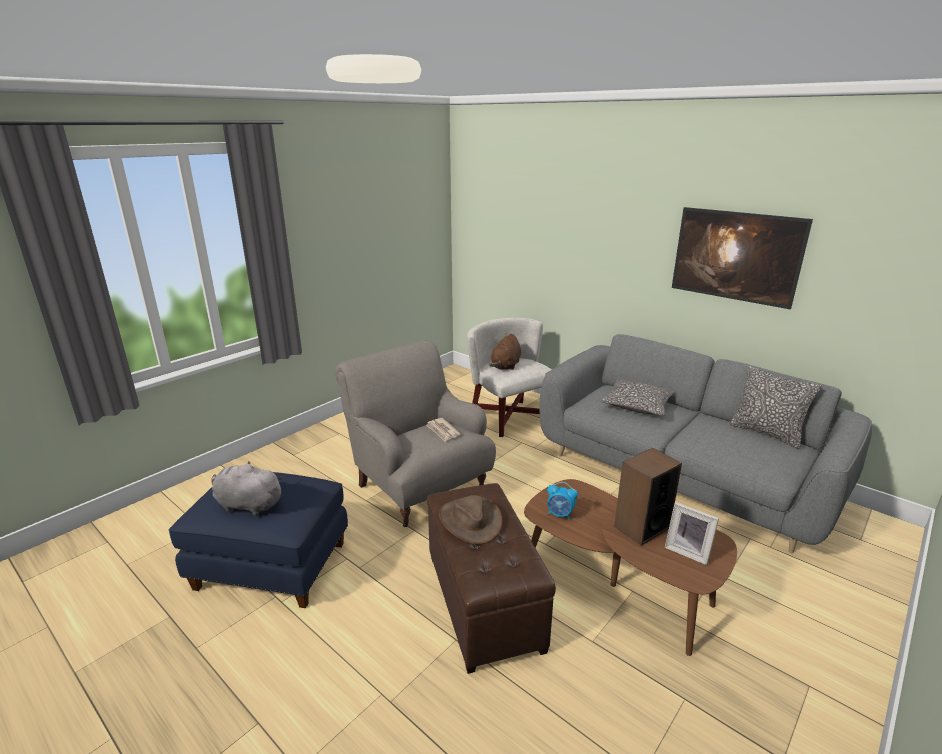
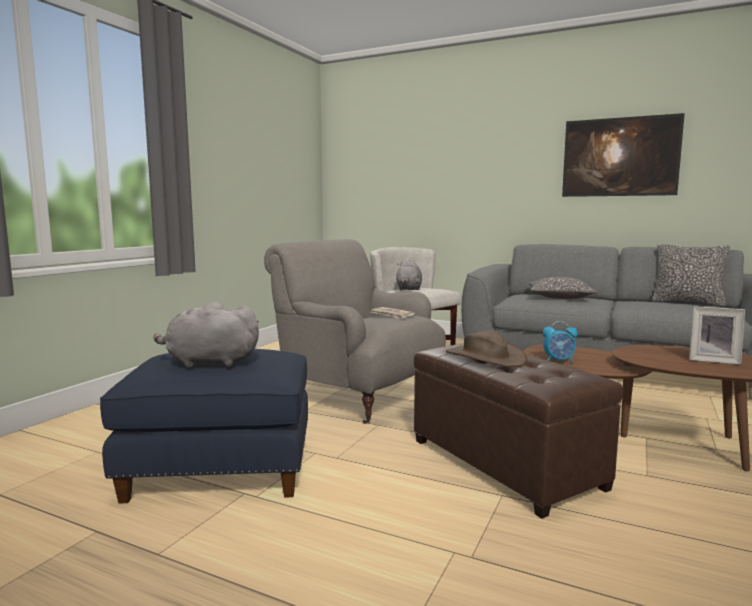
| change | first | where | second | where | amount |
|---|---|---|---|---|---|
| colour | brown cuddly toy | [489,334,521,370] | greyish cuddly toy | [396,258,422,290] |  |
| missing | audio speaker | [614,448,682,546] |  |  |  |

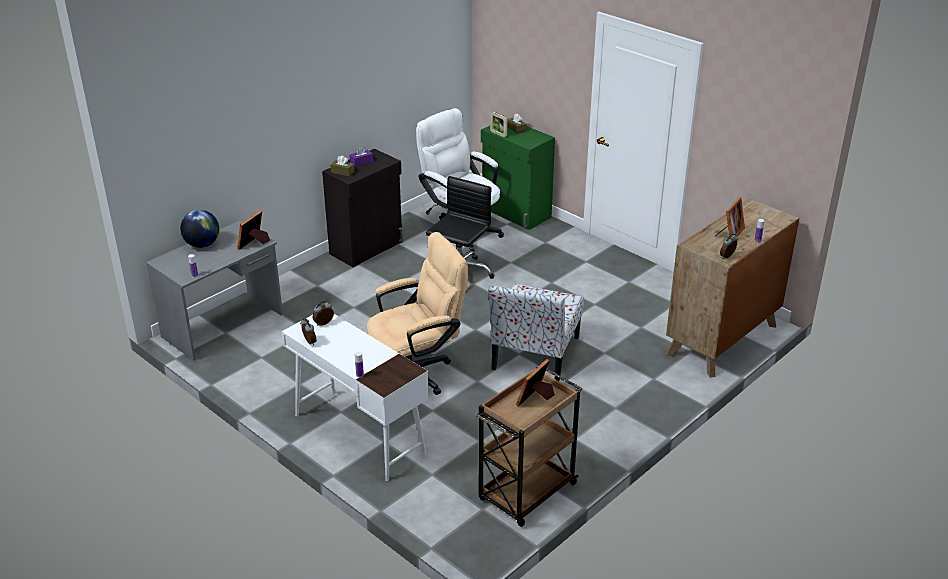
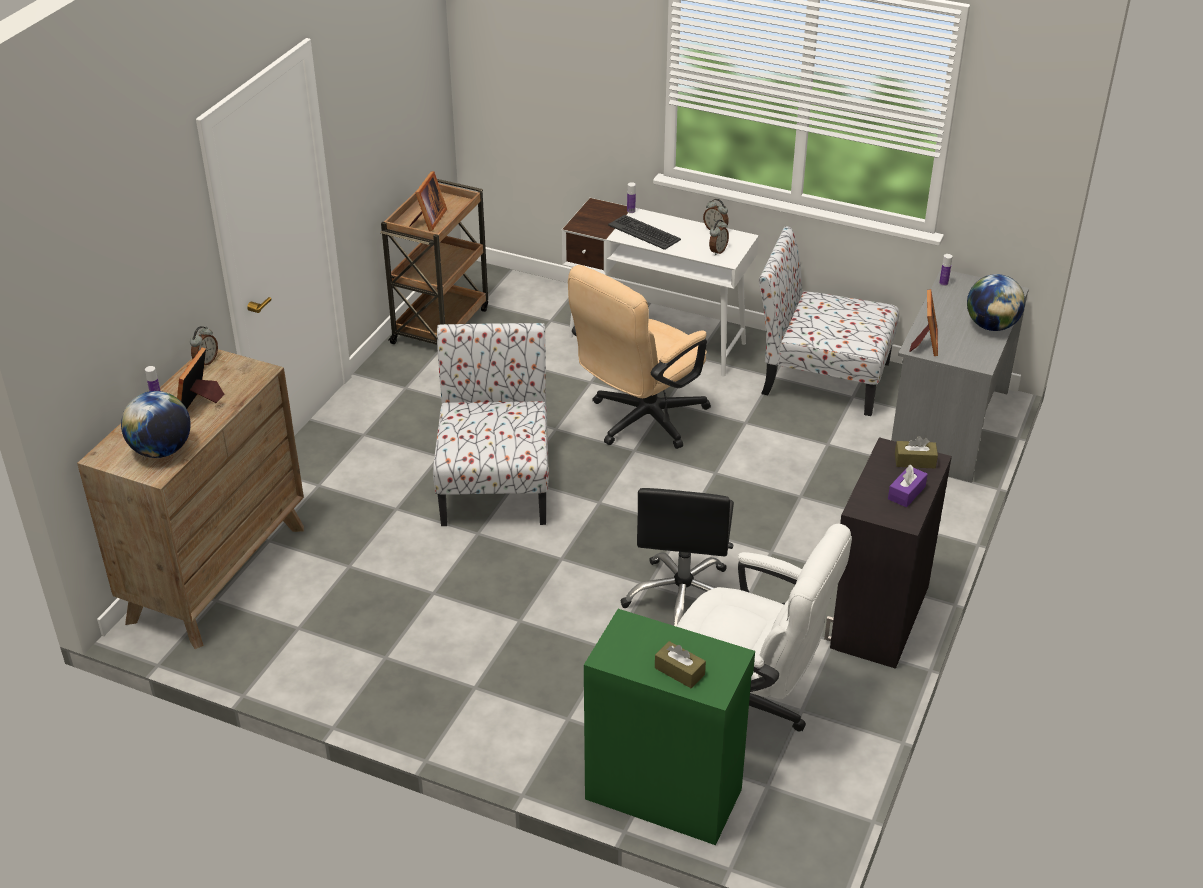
| change | first | where | second | where | amount |
|---|---|---|---|---|---|
| missing | photo frame | [490,112,507,137] |  |  |  |
| appeared |  |  | world globe | [121,391,191,458] |  |
| appeared |  |  | computer keyboard | [608,215,681,250] |  |
| appeared |  |  | chair | [759,226,899,416] |  |

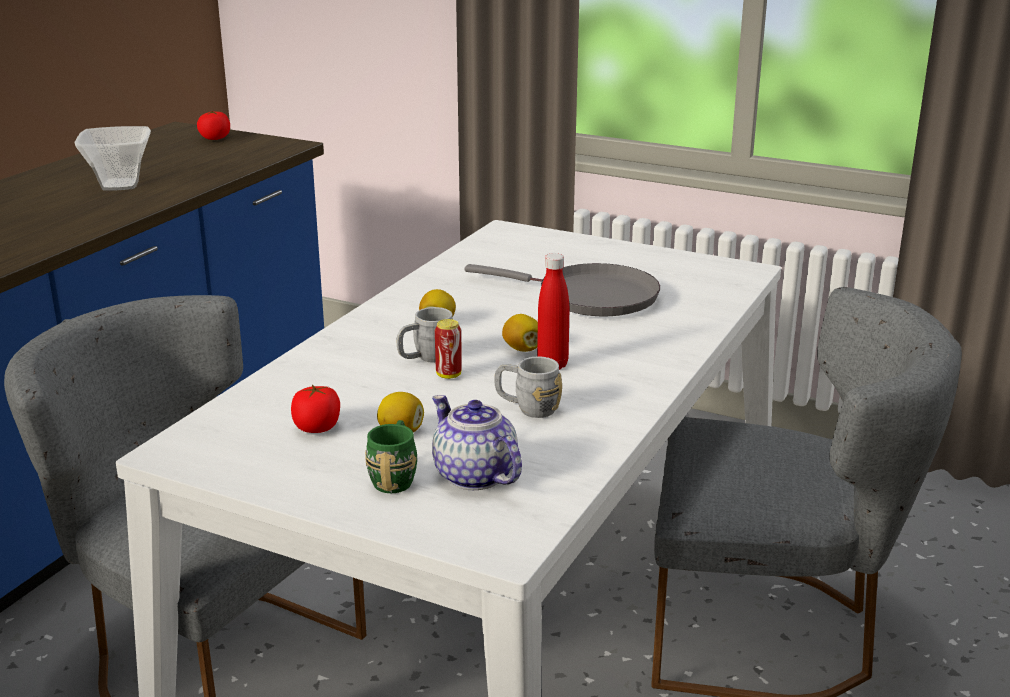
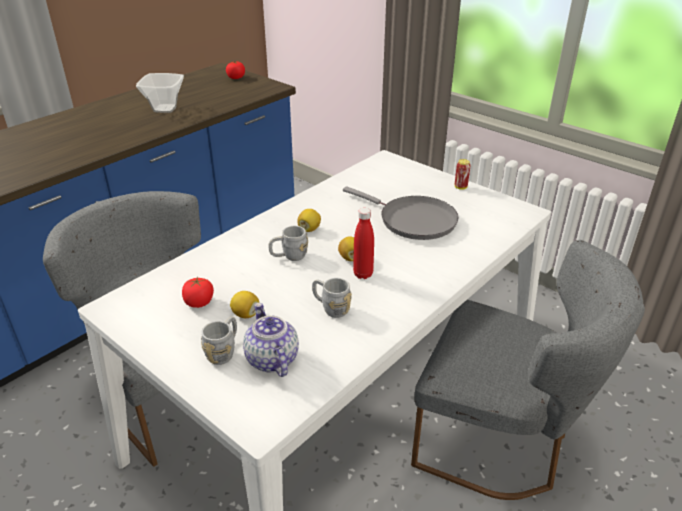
| change | first | where | second | where | amount |
|---|---|---|---|---|---|
| colour | greenish tea mug | [365,420,417,493] | greyish tea mug | [201,317,237,365] |  |
| relocated | metal can | [435,319,462,379] |  | [455,159,471,190] |  |

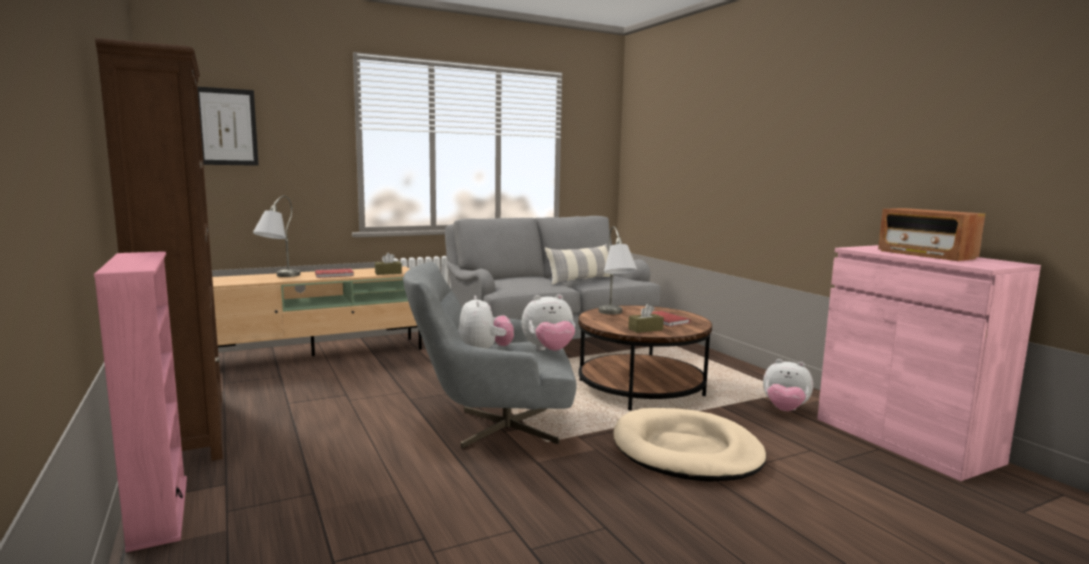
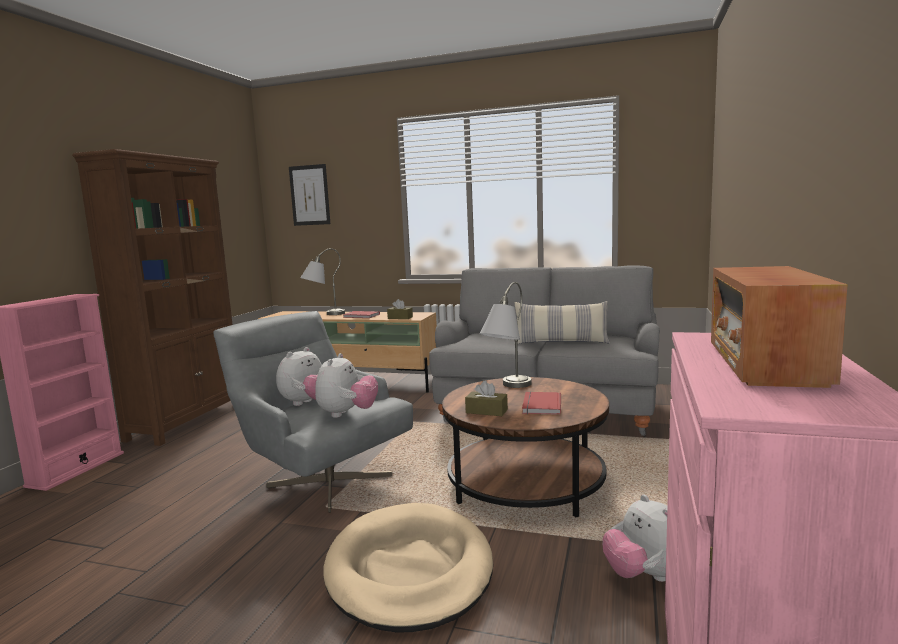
| change | first | where | second | where | amount |
|---|---|---|---|---|---|
| spun | cuddly toy | [521,294,575,351] |  | [315,353,378,418] | 105 degrees counterclockwise |

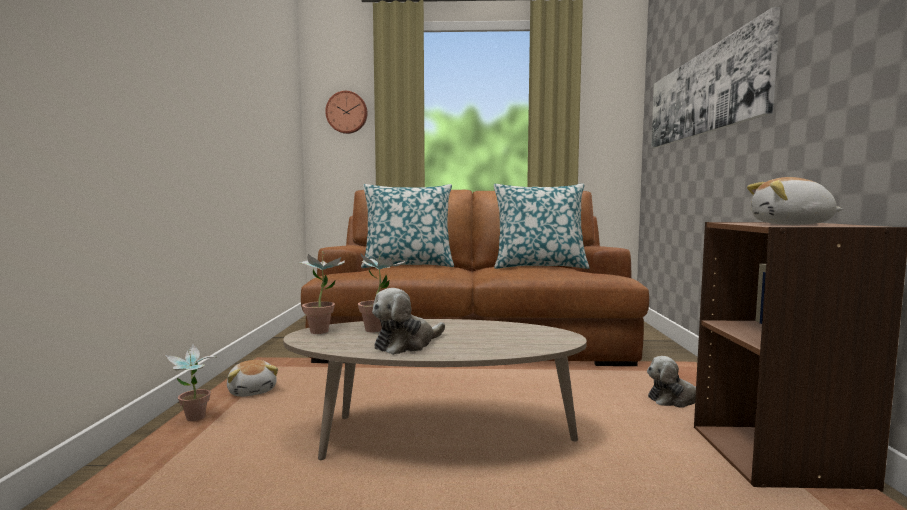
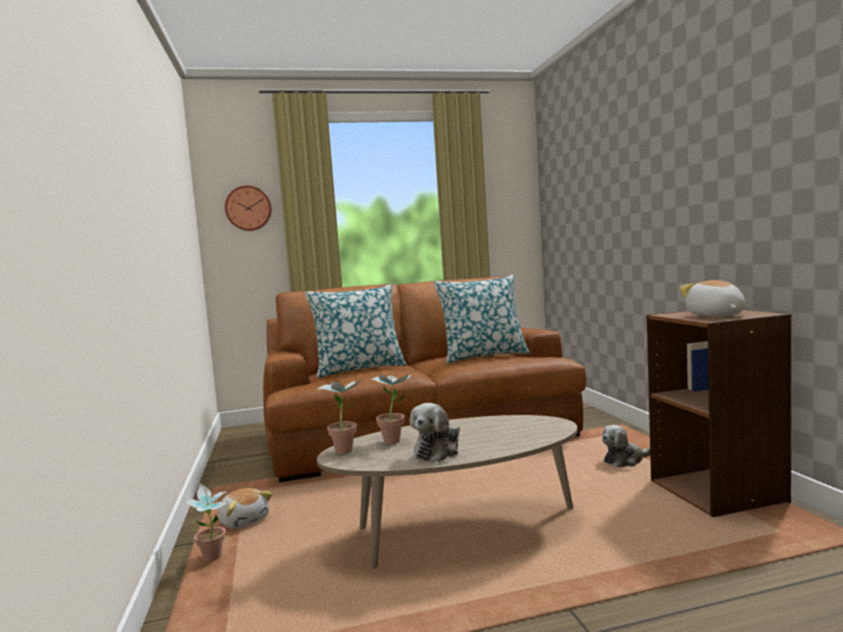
| change | first | where | second | where | amount |
|---|---|---|---|---|---|
| missing | wall art | [651,7,780,148] |  |  |  |
| spun | cuddly toy | [747,177,843,225] |  | [680,280,745,317] | 90 degrees clockwise |

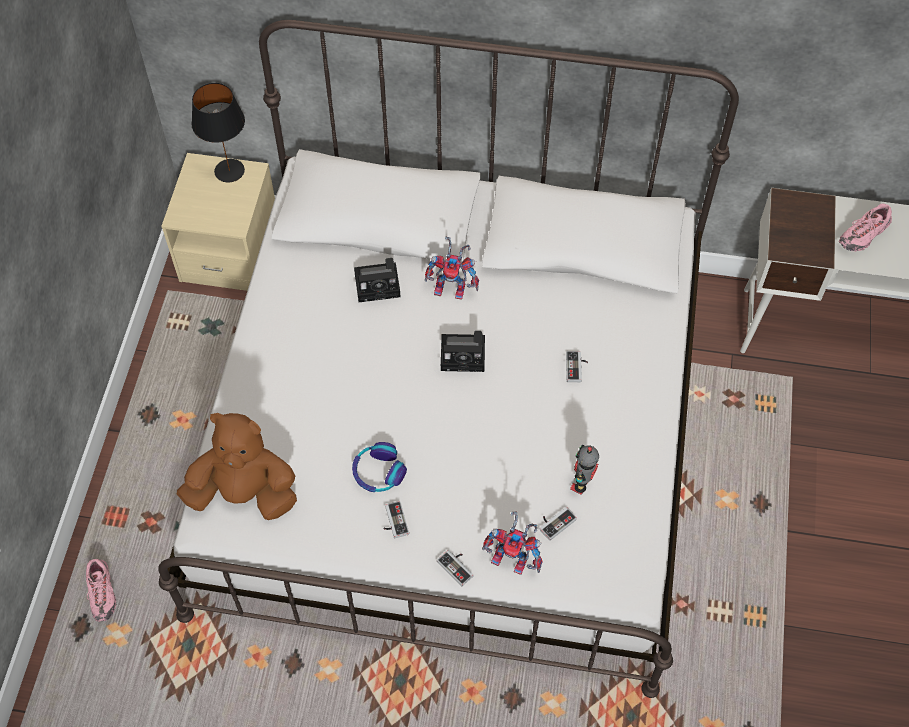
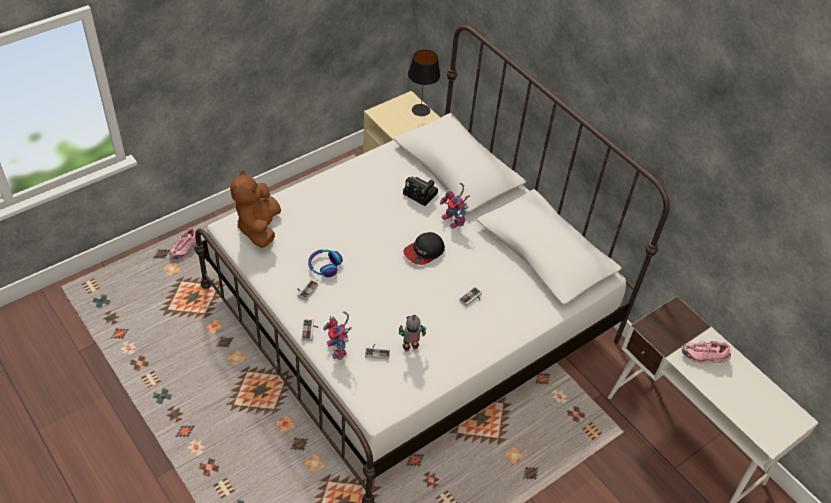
| change | first | where | second | where | amount |
|---|---|---|---|---|---|
| spun | brown cuddly toy | [177,413,297,520] |  | [230,170,281,248] | 135 degrees counterclockwise |
| exchanged | still camera | [441,331,485,372] | baseball cap | [403,232,445,265] |  |

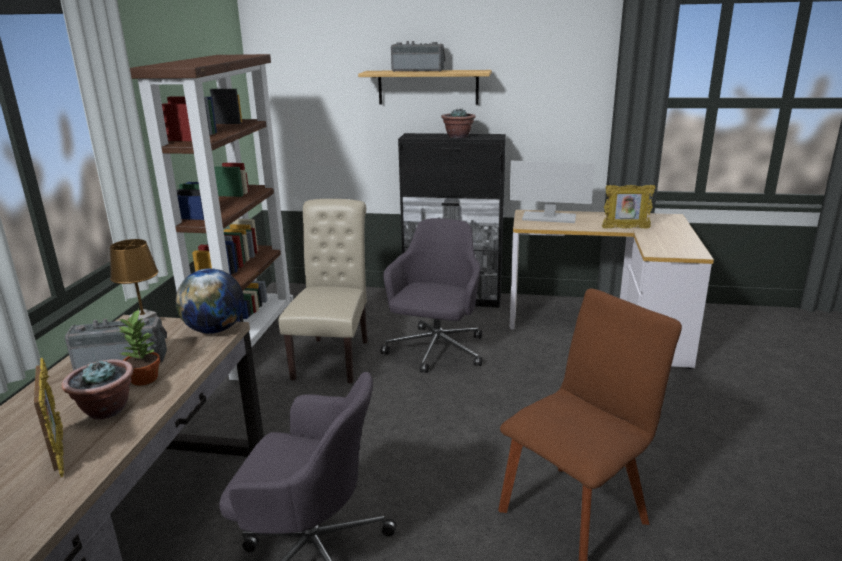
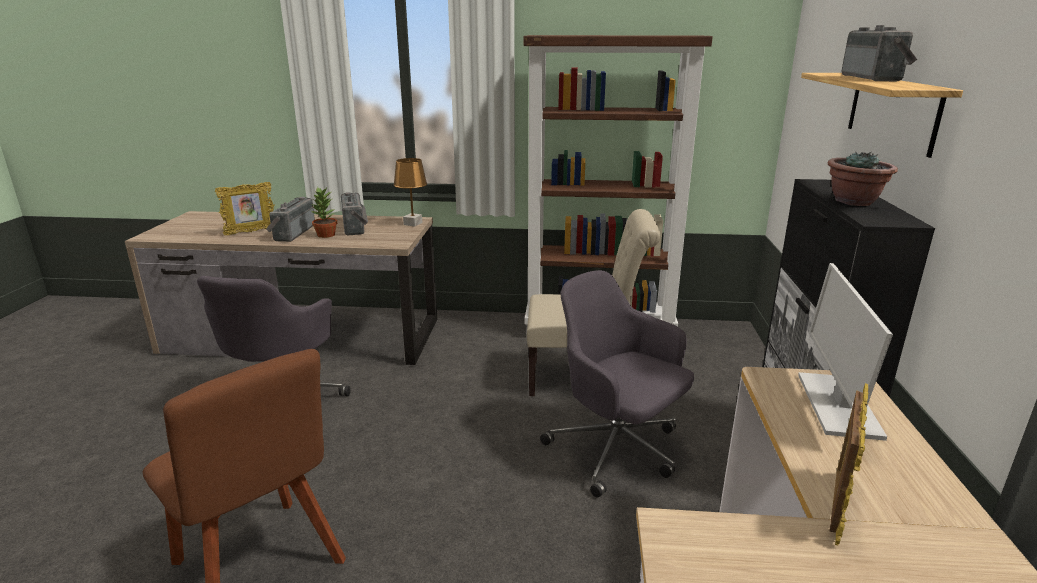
| change | first | where | second | where | amount |
|---|---|---|---|---|---|
| exchanged | plant in a pot | [62,359,134,419] | radio receiver | [266,197,315,242] |  |
| missing | world globe | [176,268,244,334] |  |  |  |
| spun | greyish desk chair | [380,218,483,373] |  | [540,270,694,498] | 150 degrees counterclockwise |
| spun | photo frame | [602,185,655,229] |  | [829,383,868,546] | 150 degrees counterclockwise |

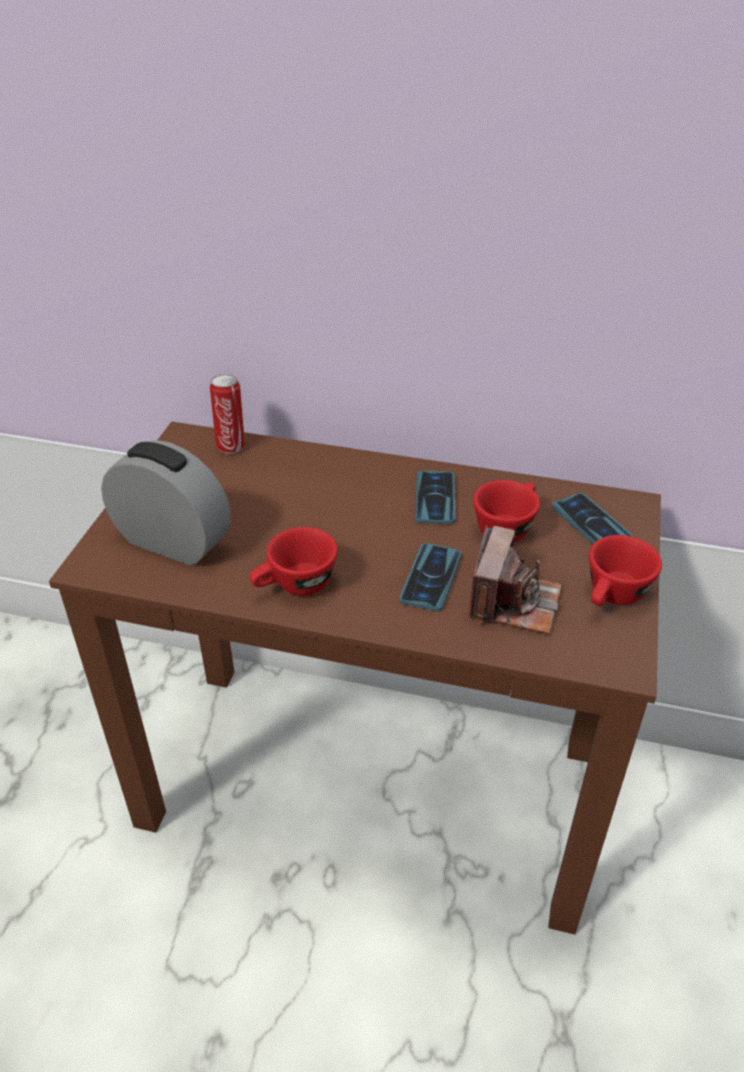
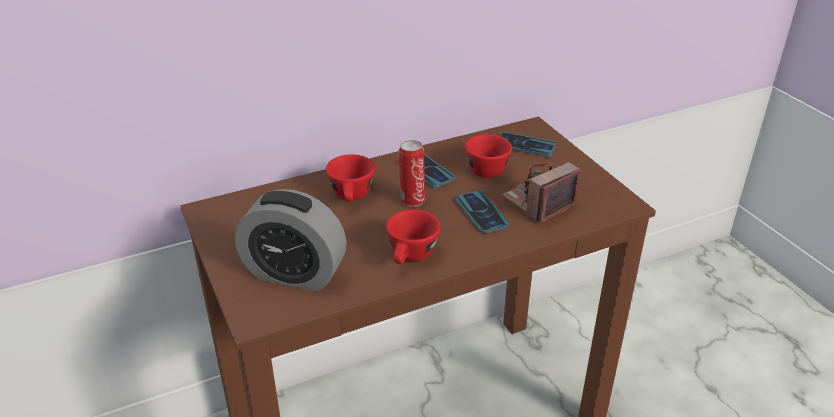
| change | first | where | second | where | amount |
|---|---|---|---|---|---|
| spun | bedside clock | [101,440,231,565] |  | [235,189,347,292] | 150 degrees counterclockwise |
| relocated | metal can | [210,374,245,454] |  | [399,140,425,207] |  |
| spun | still camera | [469,525,562,634] |  | [501,162,581,223] | 105 degrees counterclockwise |
| relocated | reddish small cup | [589,535,662,606] |  | [326,154,375,202] |  |

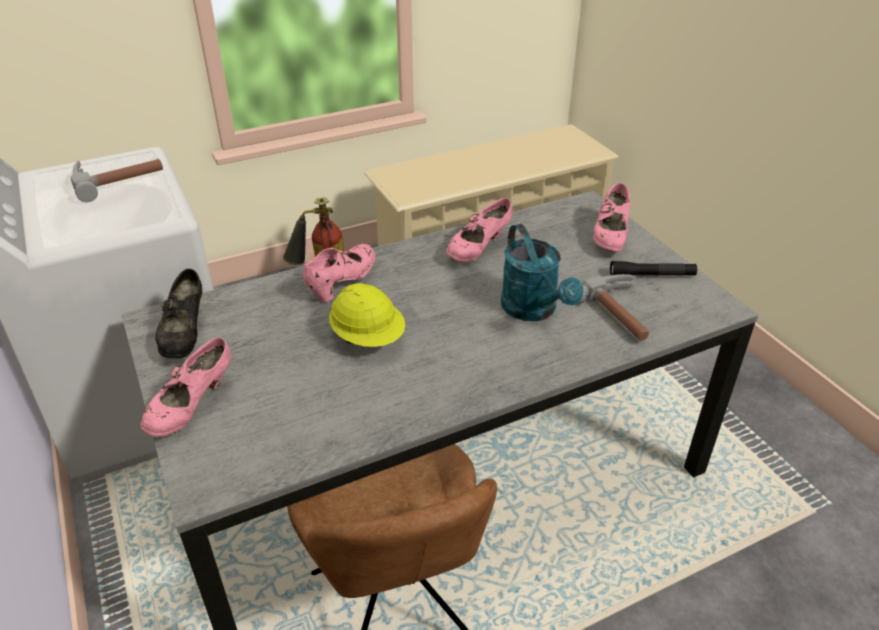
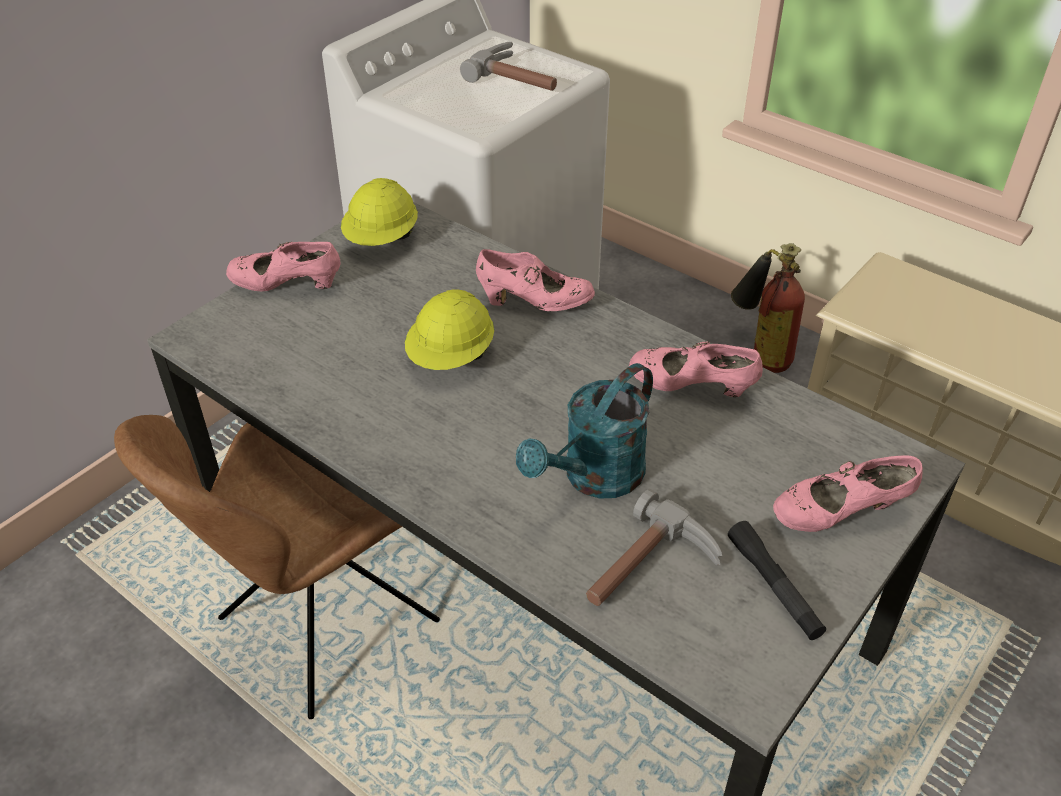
| change | first | where | second | where | amount |
|---|---|---|---|---|---|
| exchanged | black low shoe | [155,269,202,359] | yellow safety helmet | [341,178,418,246] |  |

